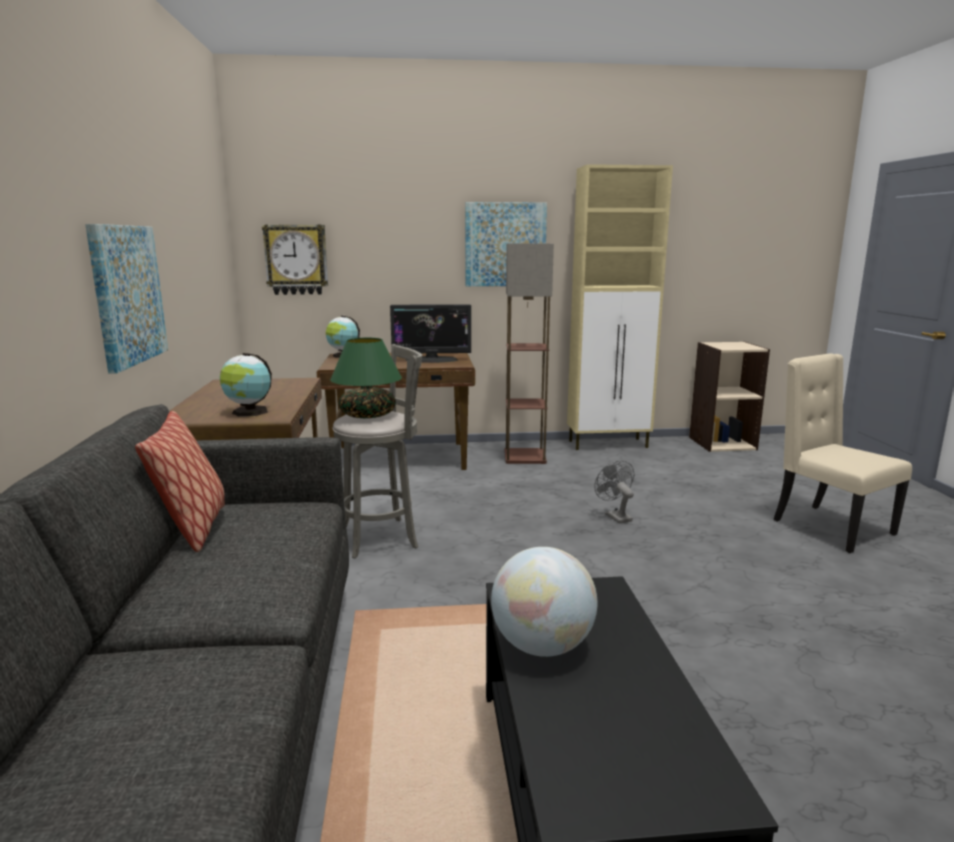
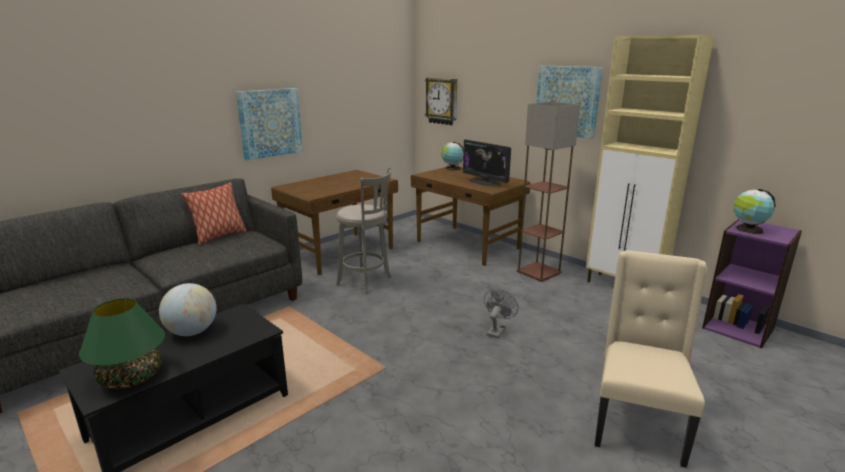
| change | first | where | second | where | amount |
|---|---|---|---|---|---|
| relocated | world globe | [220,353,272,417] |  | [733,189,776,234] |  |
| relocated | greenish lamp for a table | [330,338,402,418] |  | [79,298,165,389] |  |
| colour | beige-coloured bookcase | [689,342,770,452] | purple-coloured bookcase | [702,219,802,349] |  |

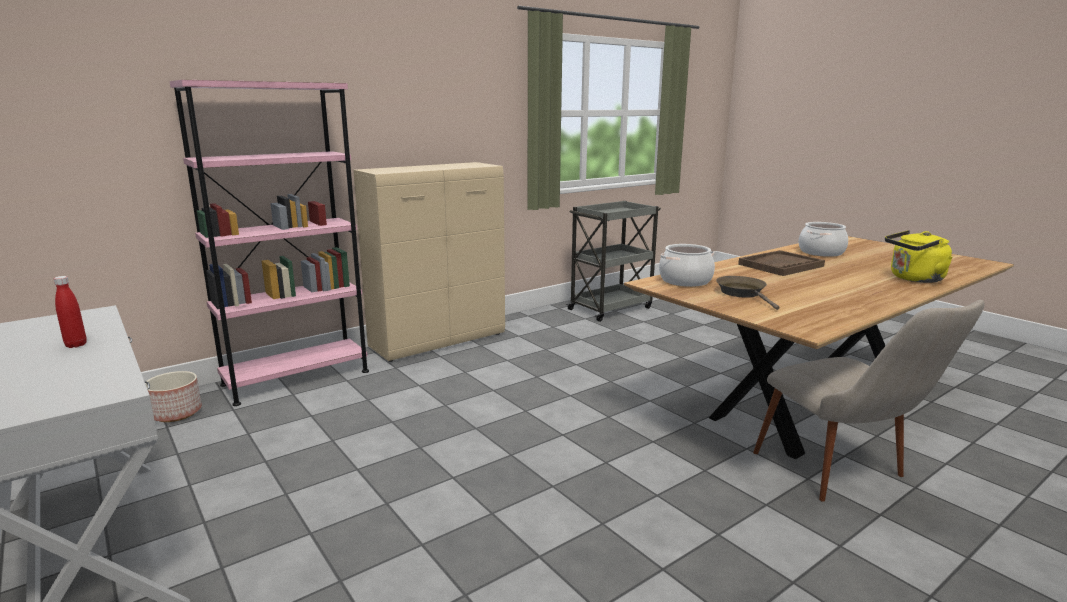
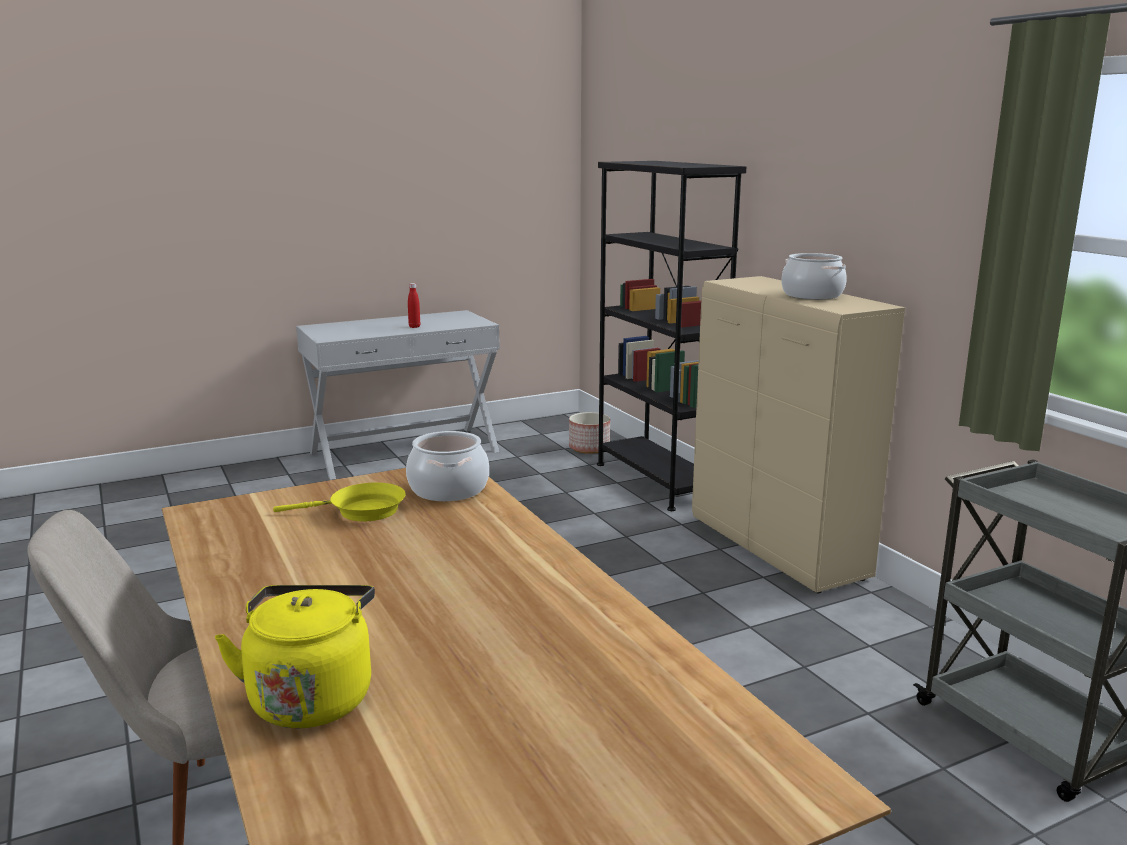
| change | first | where | second | where | amount |
|---|---|---|---|---|---|
| colour | pink-coloured bookcase | [170,80,369,406] | black bookcase | [597,161,746,511] |  |
| colour | brown frying pan | [716,276,779,310] | yellow frying pan | [273,482,406,521] |  |
| missing | brown tray | [738,250,825,276] |  |  |  |
| relocated | stockpot | [798,222,848,257] |  | [781,253,847,300] |  |

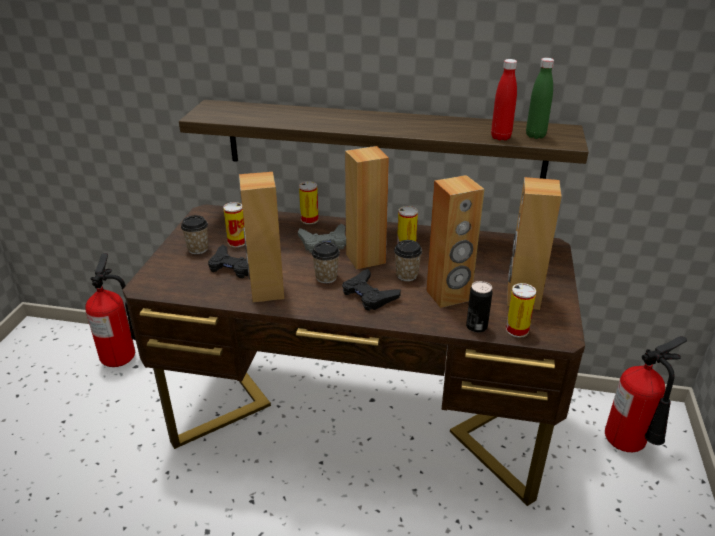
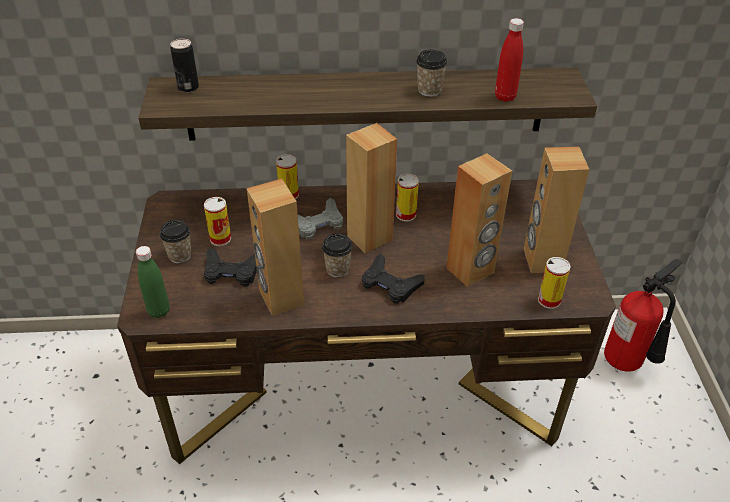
| change | first | where | second | where | amount |
|---|---|---|---|---|---|
| missing | fire extinguisher | [85,253,135,367] |  |  |  |
| relocated | small cup | [394,240,422,281] |  | [416,49,447,97] |  |
| relocated | metal can | [466,281,493,333] |  | [170,38,199,92] |  |
| relocated | greenish beverage bottle | [526,58,554,139] |  | [136,246,170,318] |  |

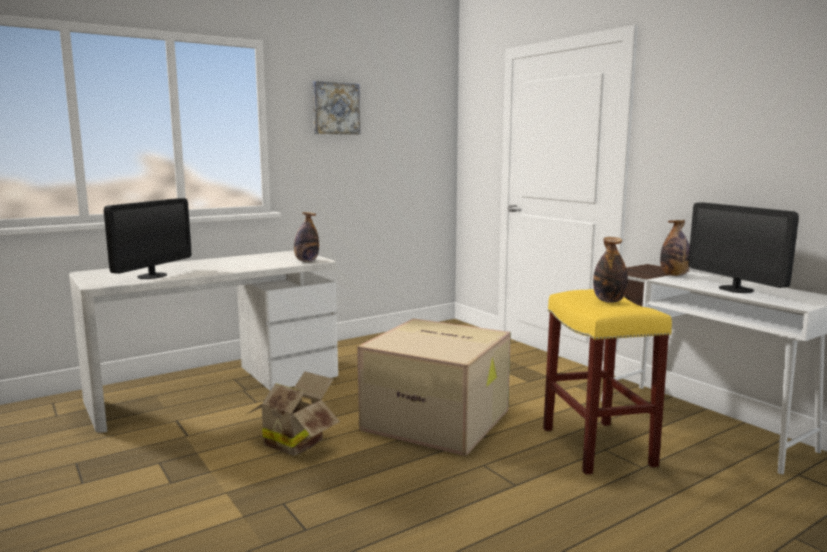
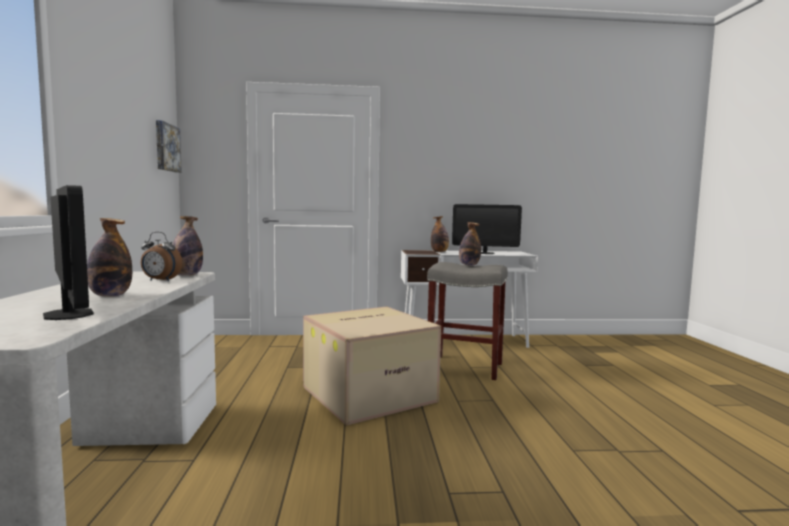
| change | first | where | second | where | amount |
|---|---|---|---|---|---|
| missing | packing box | [247,372,340,456] |  |  |  |
| relocated | wall art | [312,81,360,135] |  | [156,120,182,173] |  |
| colour | yellow stool | [543,289,672,475] | greyish stool | [427,262,508,380] |  |
| appeared |  |  | beverage bottle | [87,218,132,297] |  |
| appeared |  |  | bedside clock | [141,232,182,281] |  |

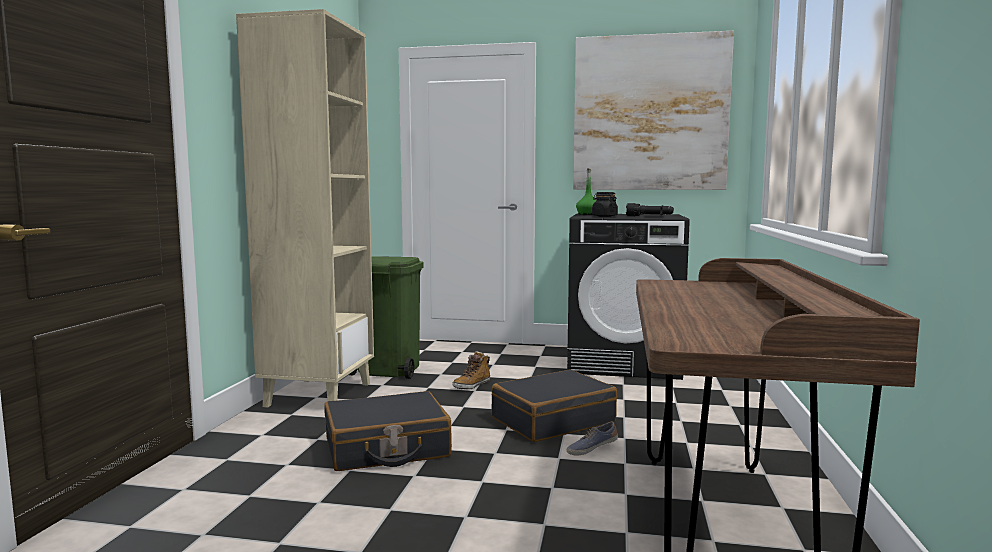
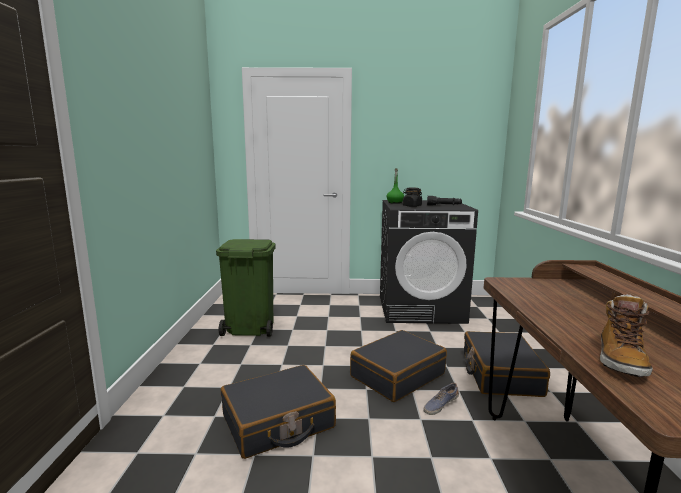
| change | first | where | second | where | amount |
|---|---|---|---|---|---|
| missing | beige-coloured bookcase | [236,9,374,408] |  |  |  |
| relocated | boot | [452,351,490,389] |  | [600,294,653,377] |  |
| missing | wall art | [573,31,734,190] |  |  |  |
| appeared |  |  | black piece of luggage | [464,331,550,397] |  |

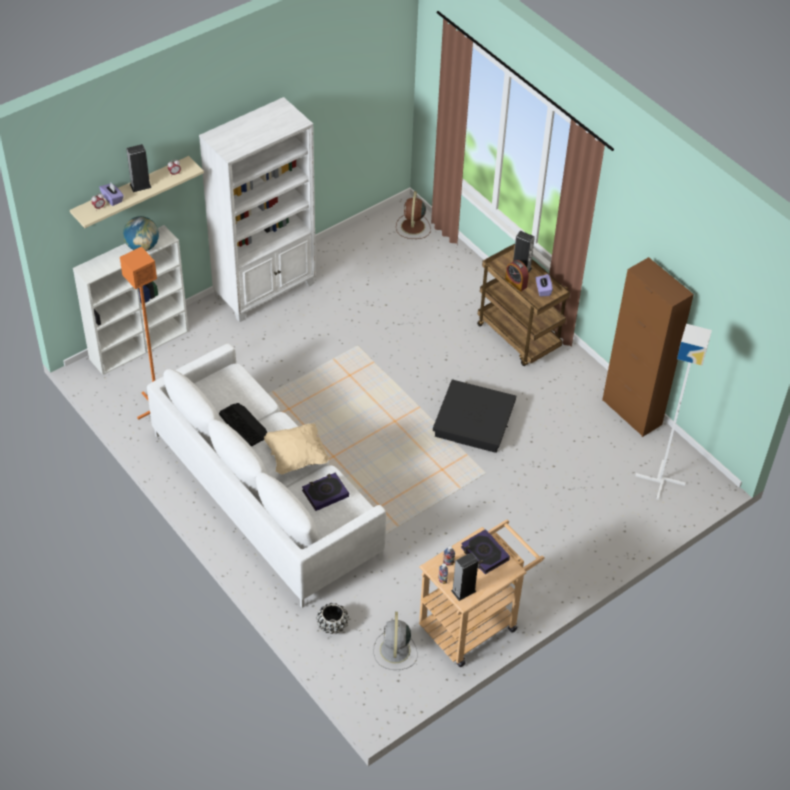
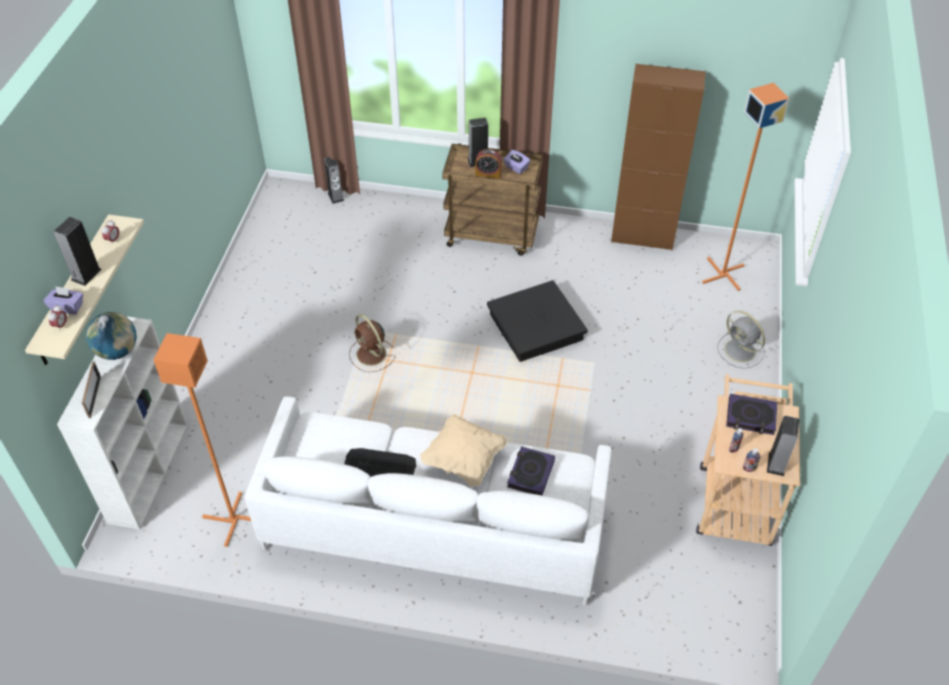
| change | first | where | second | where | amount |
|---|---|---|---|---|---|
| missing | white-coloured bookcase | [199,97,316,322] |  |  |  |
| missing | black plant pot | [317,603,349,634] |  |  |  |
| relocated | greyish fan | [373,612,418,670] |  | [717,311,765,369] |  |
| relocated | brown fan | [396,191,431,239] |  | [349,314,396,372] |  |
| colour | white-coloured standard lamp | [636,324,712,500] | orangey standard lamp | [702,83,790,291] |  |
| appeared |  |  | photo frame | [82,362,101,418] |  |
| appeared |  |  | audio speaker | [324,157,344,204] |  |

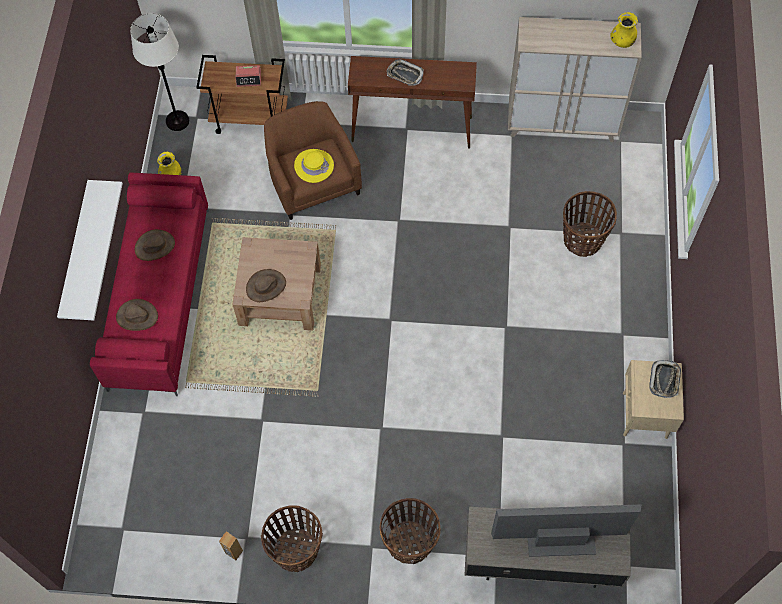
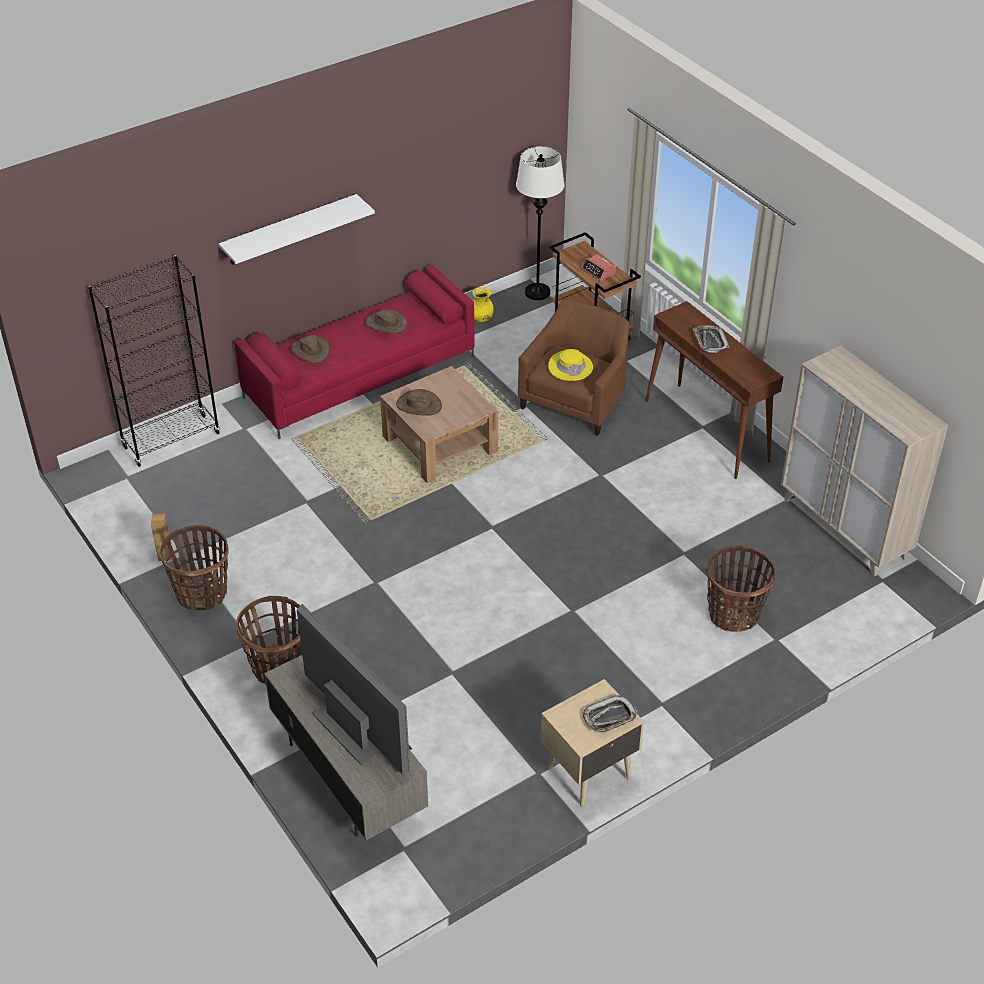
| change | first | where | second | where | amount |
|---|---|---|---|---|---|
| missing | yellow vase | [610,12,638,48] |  |  |  |
| appeared |  |  | black bookcase | [88,255,220,467] |  |

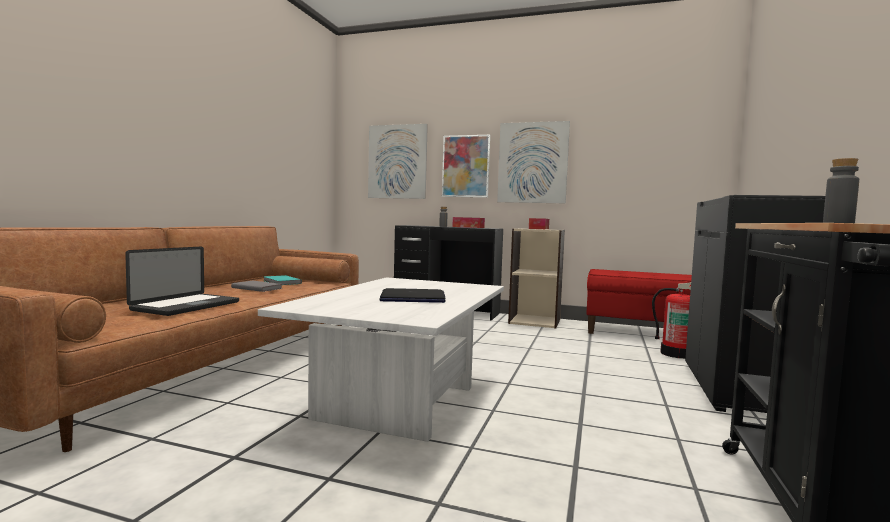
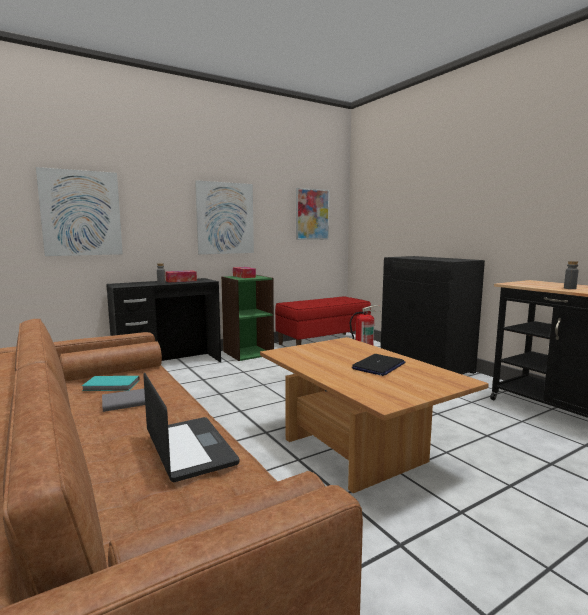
| change | first | where | second | where | amount |
|---|---|---|---|---|---|
| colour | white-coloured lounge table | [258,277,504,442] | brown lounge table | [260,337,489,493] |  |
| relocated | wall art | [442,135,490,198] |  | [296,188,329,240] |  |
| colour | beige-coloured bookcase | [508,228,565,328] | greenish bookcase | [221,275,274,361] |  |

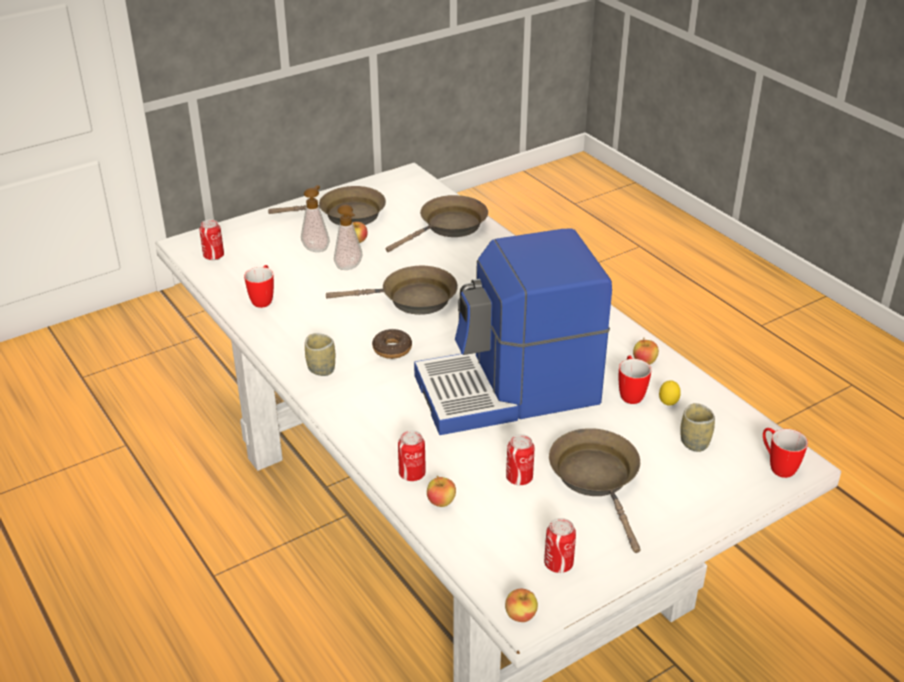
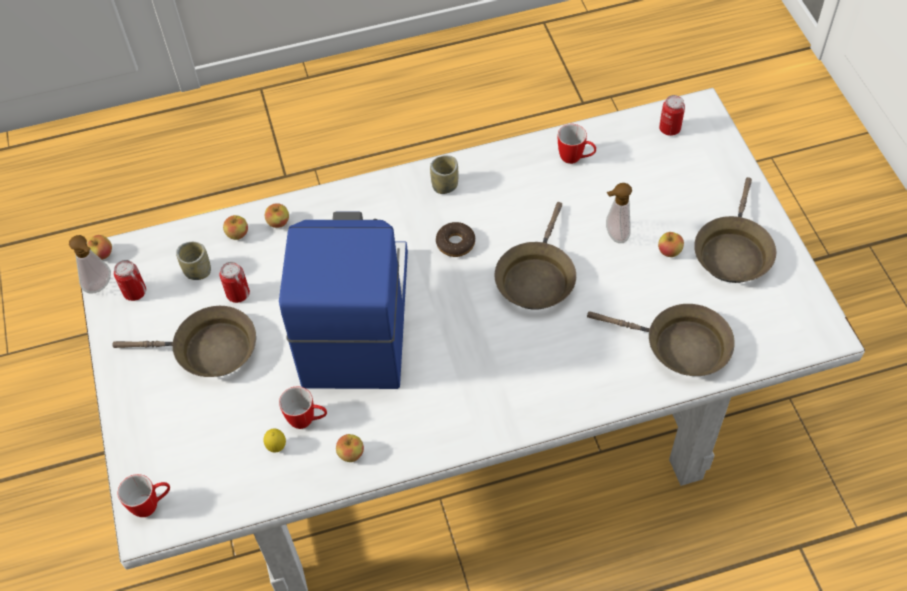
| change | first | where | second | where | amount |
|---|---|---|---|---|---|
| relocated | soap dispenser | [301,185,330,252] |  | [69,235,111,294] |  |
| spun | brown frying pan | [385,195,488,252] |  | [587,304,735,376] | 45 degrees counterclockwise |
| exchanged | metal can | [398,430,426,481] | apple | [265,203,289,228] |  |
| relocated | small cup | [681,403,715,452] |  | [176,242,211,280] |  |

